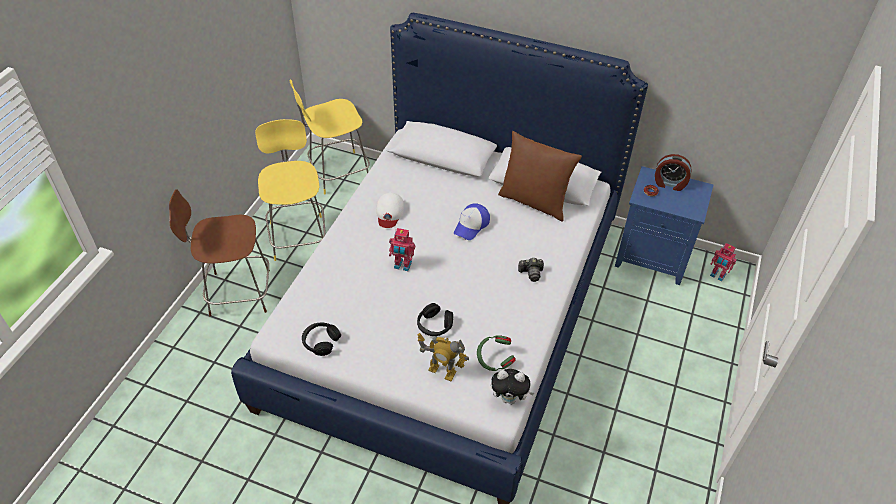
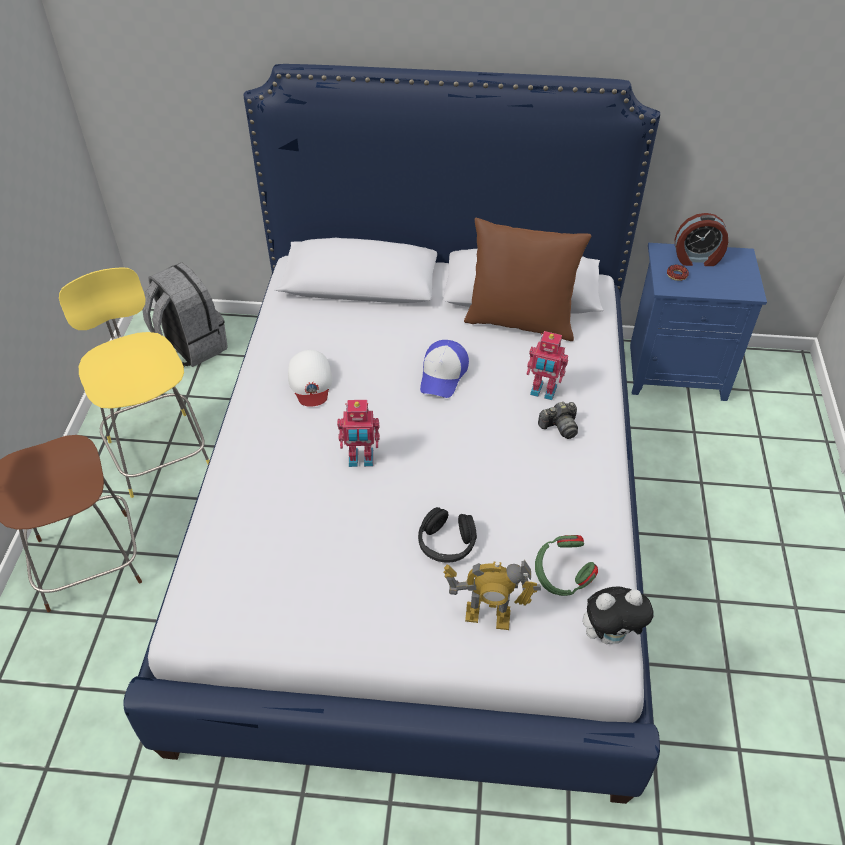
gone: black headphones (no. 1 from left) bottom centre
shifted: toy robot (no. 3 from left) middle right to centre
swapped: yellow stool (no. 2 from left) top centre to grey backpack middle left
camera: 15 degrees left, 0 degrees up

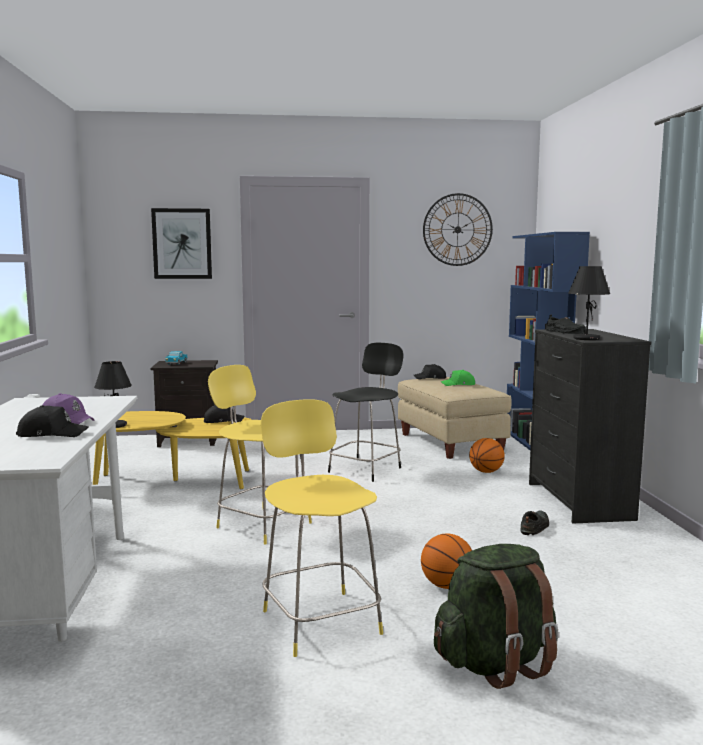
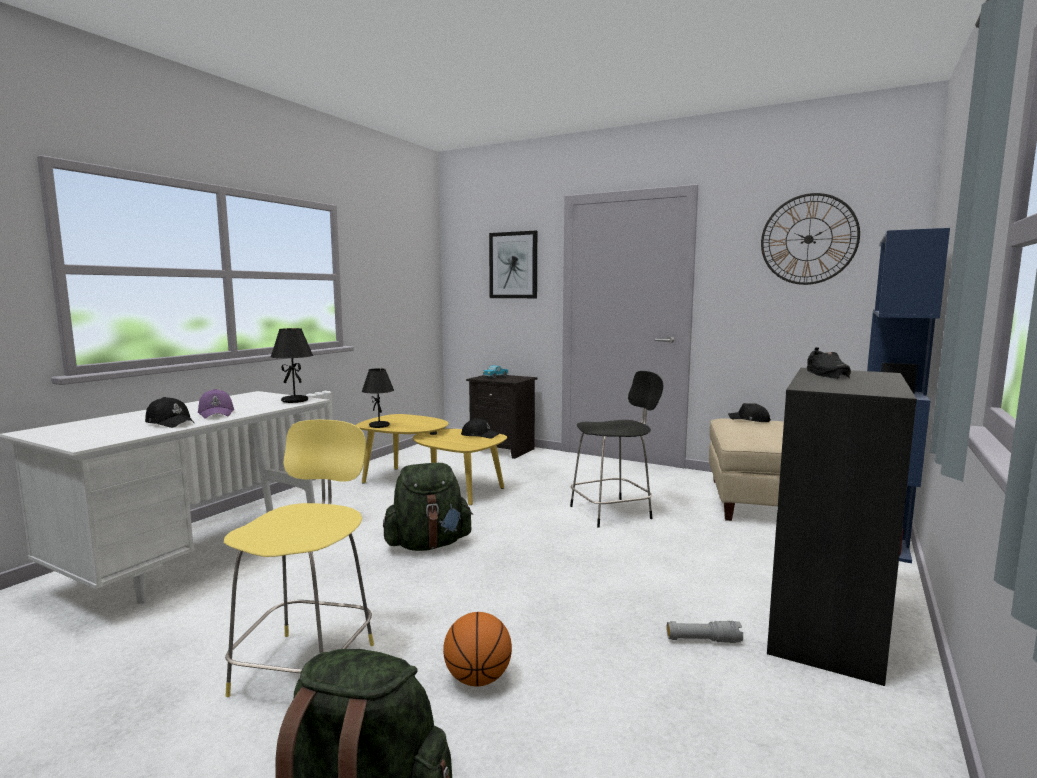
gone: green cap centre; basketball (no. 2 from left) middle right
shifted: black table lamp (no. 2 from left in the first image) middle right to black table lamp (no. 1 from left) middle left
swapped: yellow stool (no. 1 from left) centre to green backpack (no. 2 from left) centre; black shoe (no. 1 from left) bottom right to grey flashlight bottom right
camera: 35 degrees right, 0 degrees up

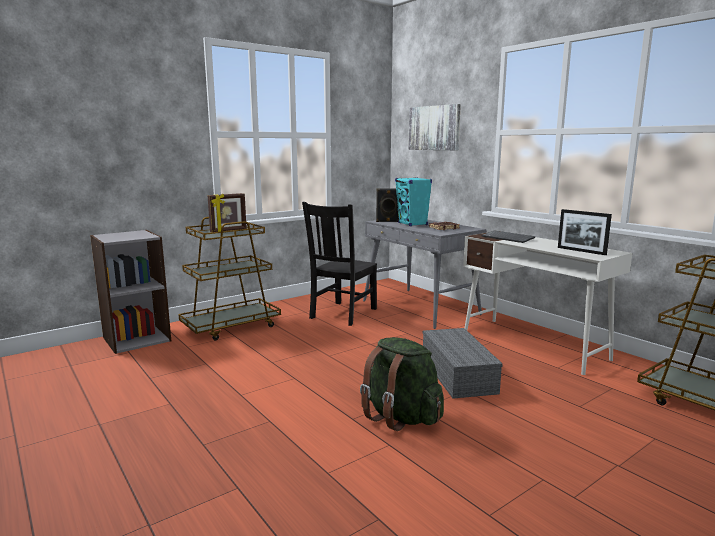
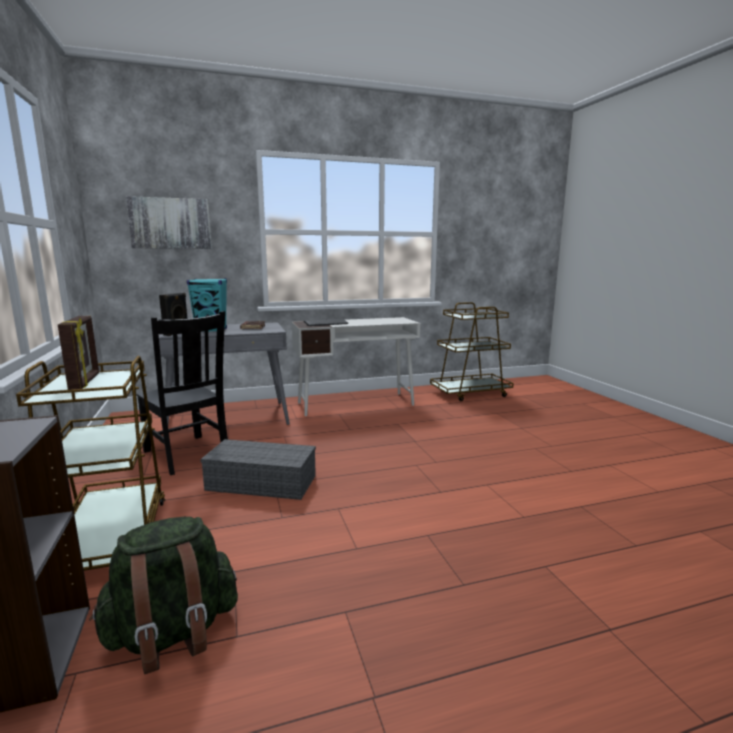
gone: picture frame (no. 2 from left) middle right
shifted: green backpack bottom centre to bottom left; grey storage box bottom centre to centre
camera: 70 degrees left, 0 degrees up

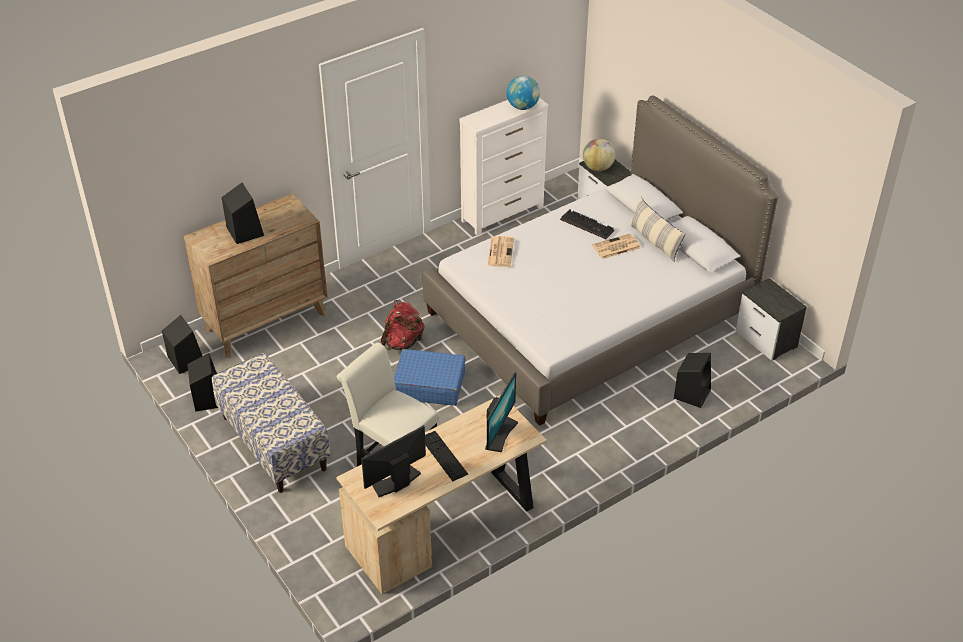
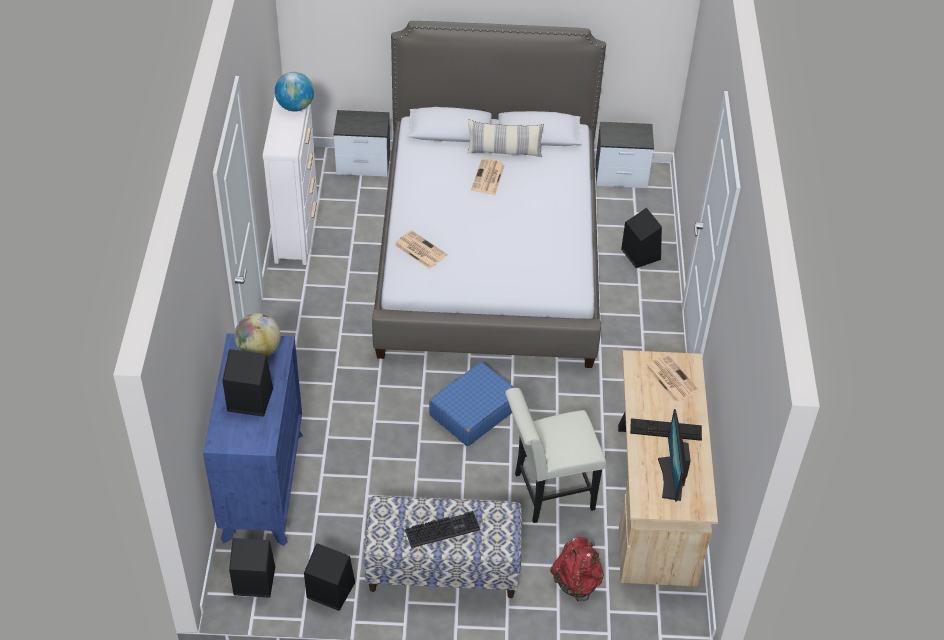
shifted: red backpack centre to bottom centre; keyboard (no. 2 from left in the first image) centre to keyboard (no. 1 from left) bottom centre; globe (no. 2 from left in the first image) top centre to globe (no. 1 from left) middle left
swapped: monitor (no. 2 from left) centre to newspaper (no. 3 from left) middle right
repainted: brown dresser middle left to blue dresser bottom left
camera: 55 degrees left, 5 degrees up

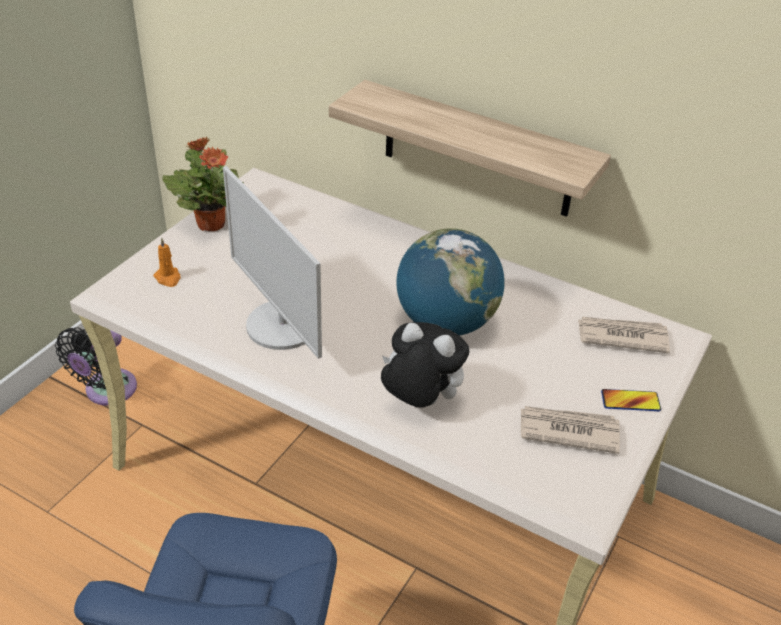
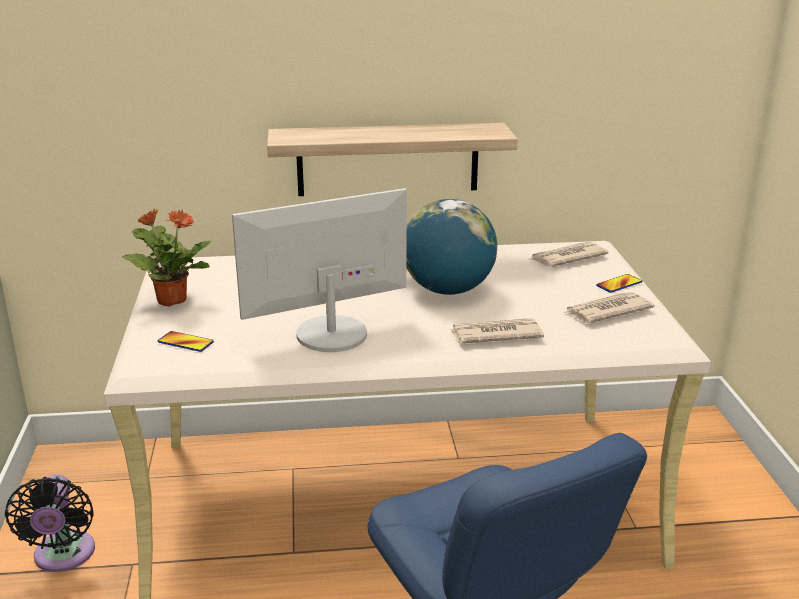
swapped: orange candle middle left to phone (no. 1 from left) middle left; plush toy centre to newspaper (no. 1 from left) centre
rotated: monitor centre = centre 135 degrees clockwise
camera: 35 degrees left, 15 degrees down

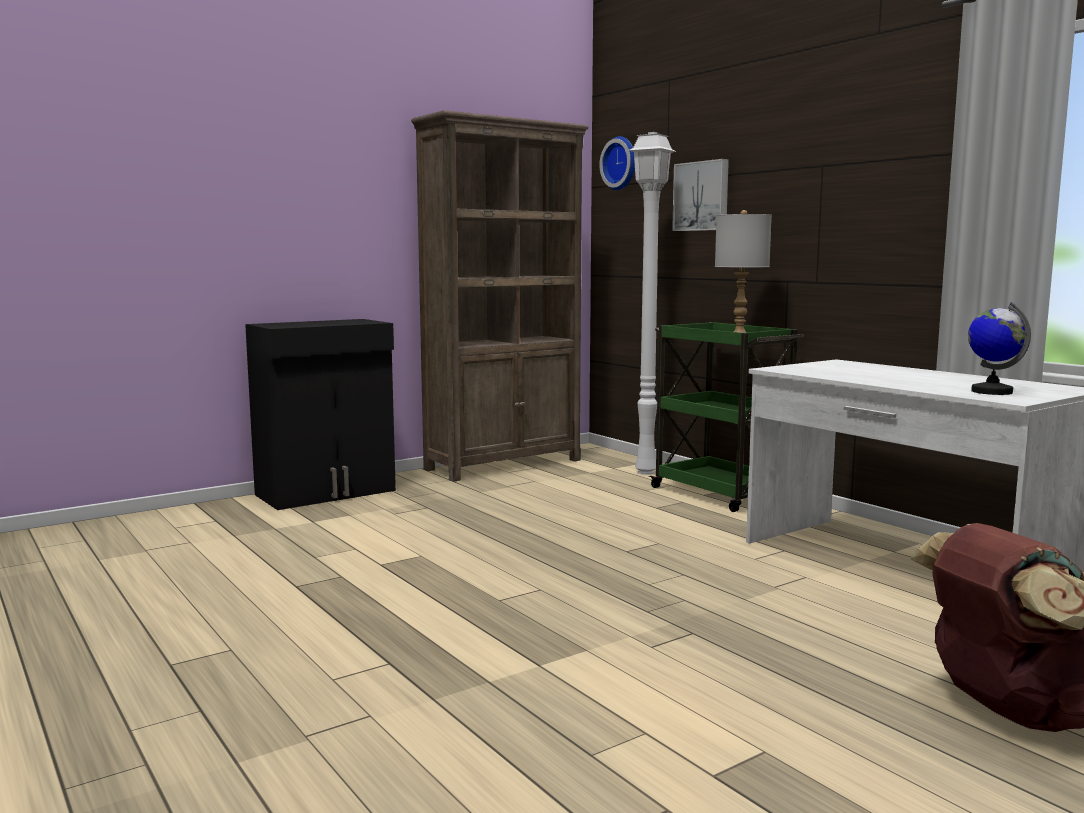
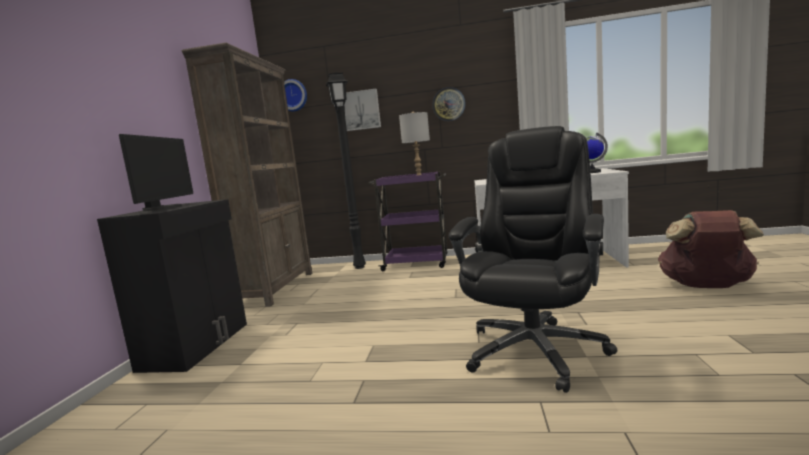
new: monitor middle left; wall clock (no. 2 from left) top centre; black office chair centre
repainted: white floor lamp centre to black floor lamp centre; green cart middle right to purple cart centre
camera: 45 degrees left, 0 degrees up

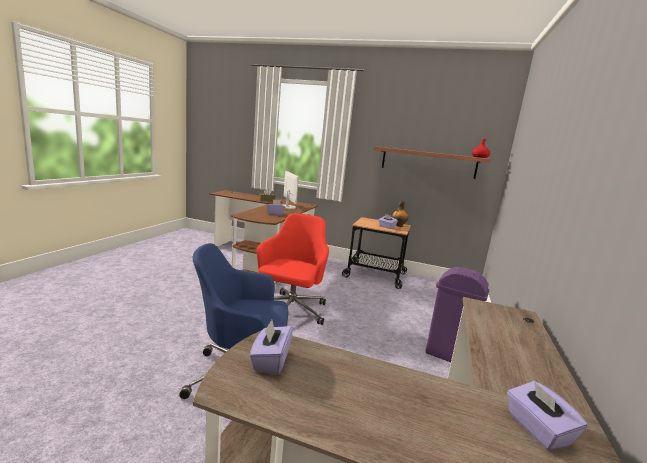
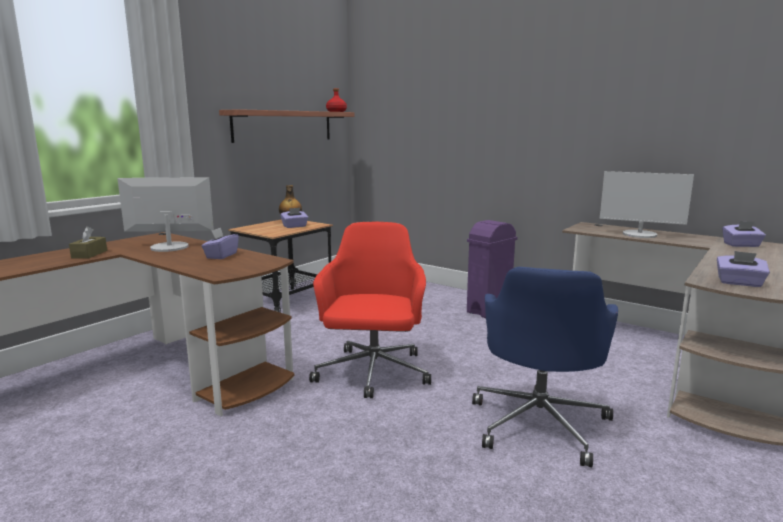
new: monitor (no. 2 from left) middle right
rotated: red office chair centre = centre 60 degrees clockwise
camera: 70 degrees left, 0 degrees up

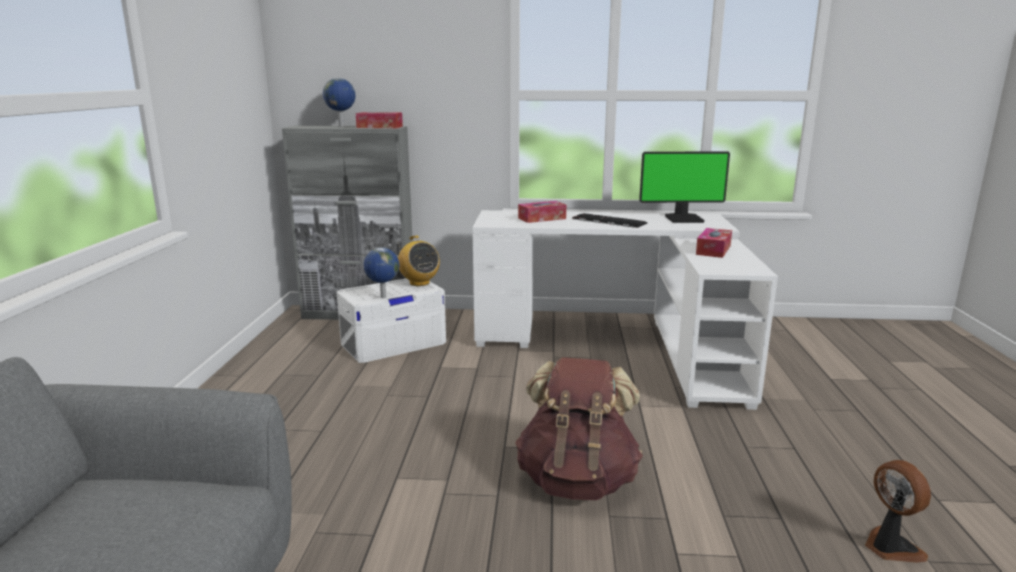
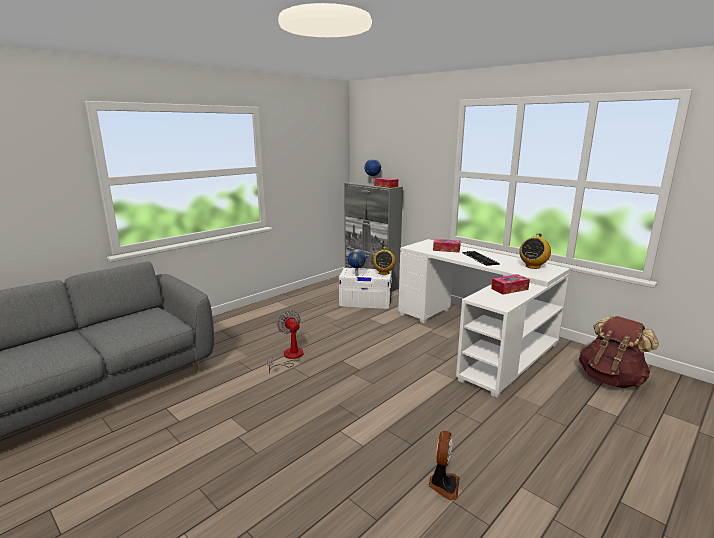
new: fan (no. 1 from left) centre
shifted: brown backpack bottom centre to middle right
swapped: monitor top right to radio (no. 2 from left) middle right
camera: 40 degrees right, 0 degrees up

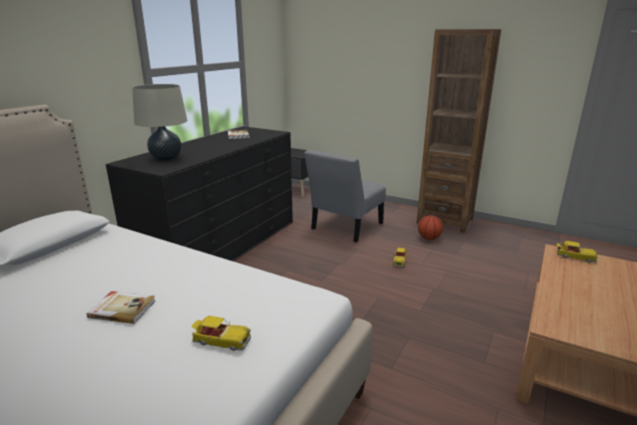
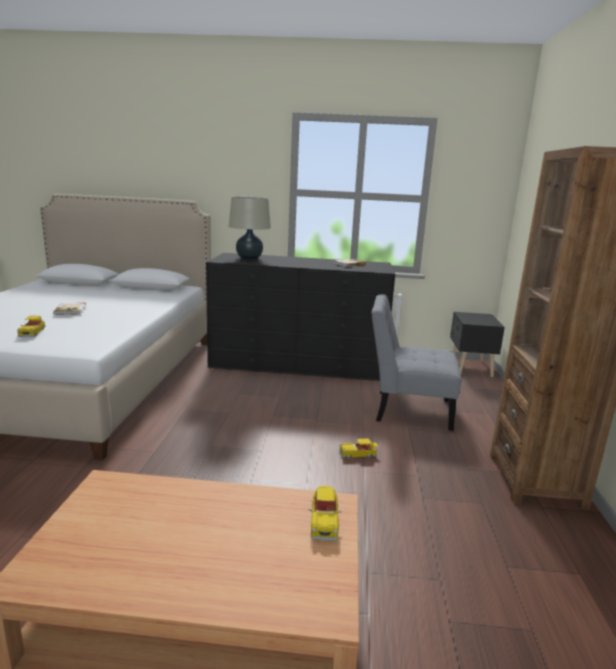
gone: basketball middle right
camera: 65 degrees right, 5 degrees down

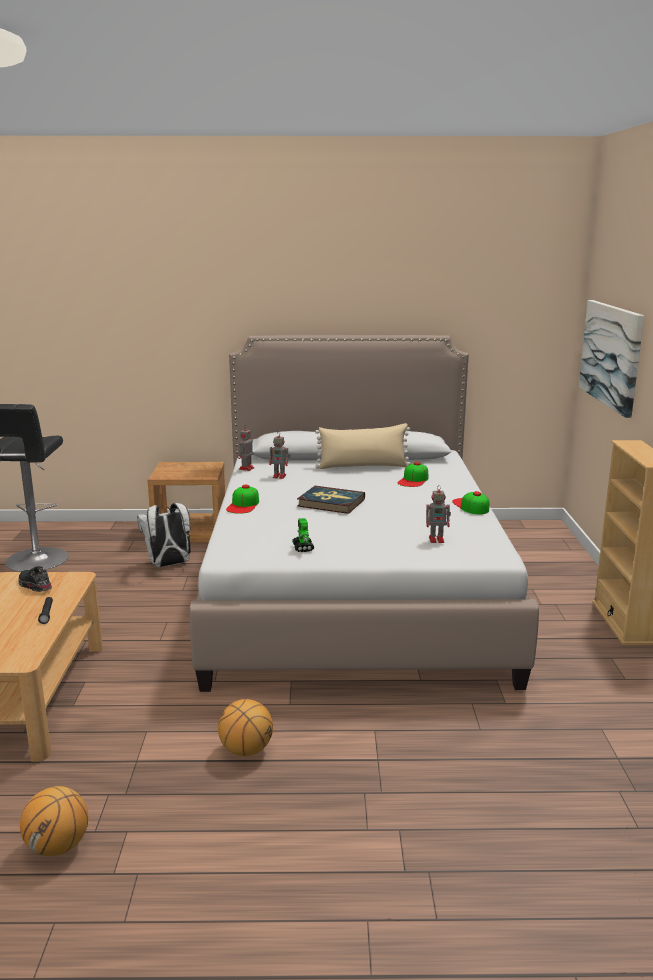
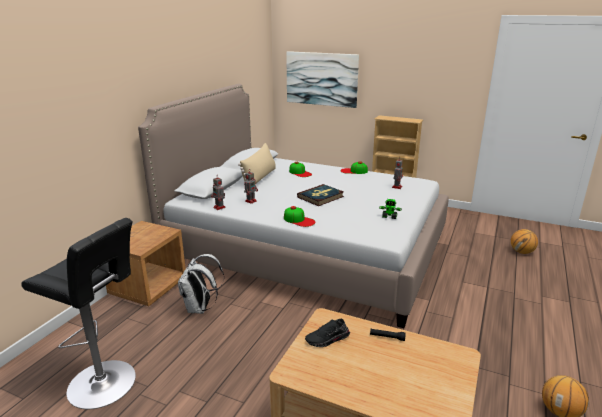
shifted: basketball (no. 2 from left in the first image) bottom centre to basketball (no. 1 from left) middle right
camera: 65 degrees left, 5 degrees up

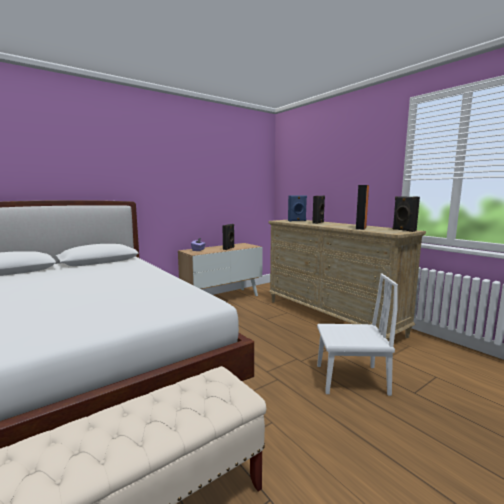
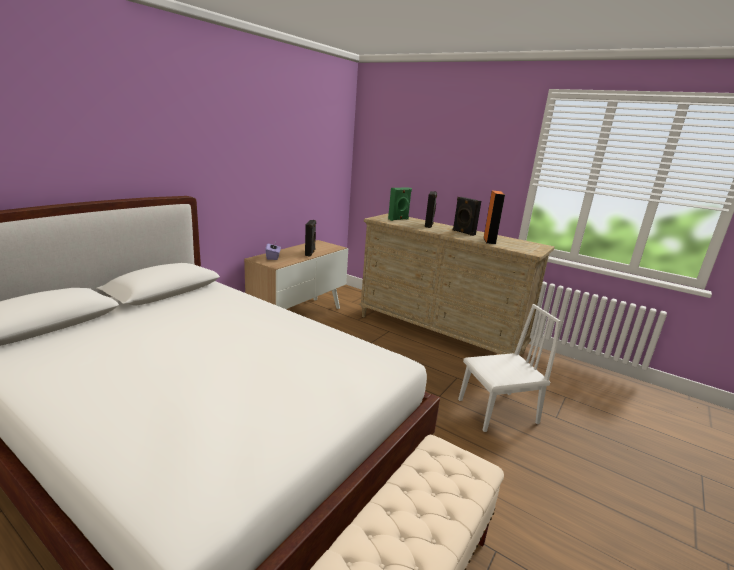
shifted: black speaker (no. 3 from left) middle right to centre
repainted: blue speaker centre to green speaker centre
camera: 20 degrees left, 10 degrees up

